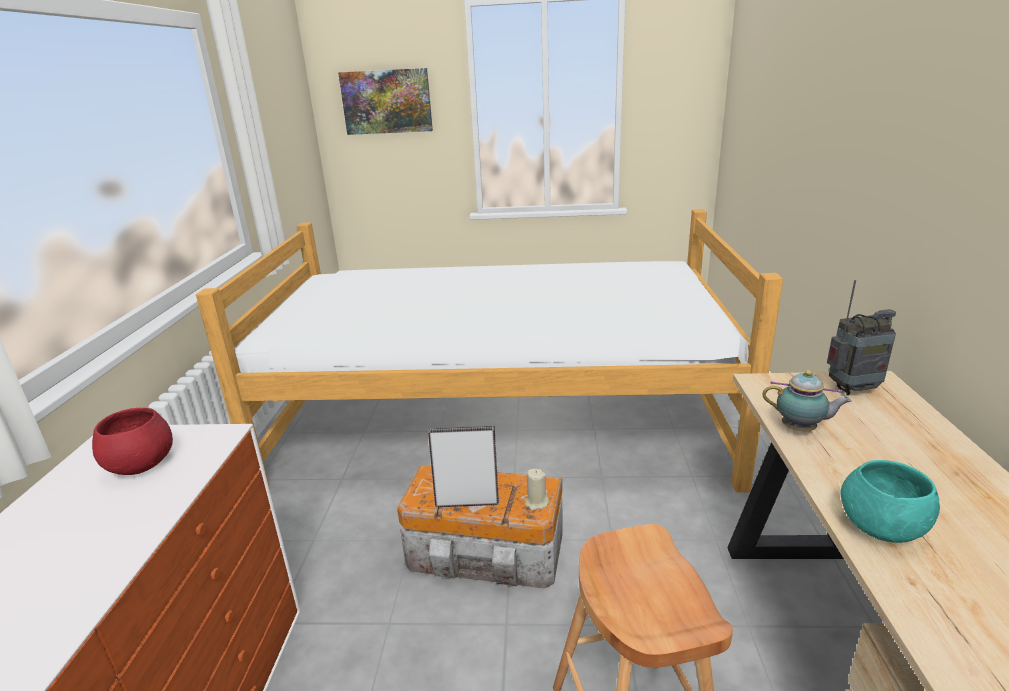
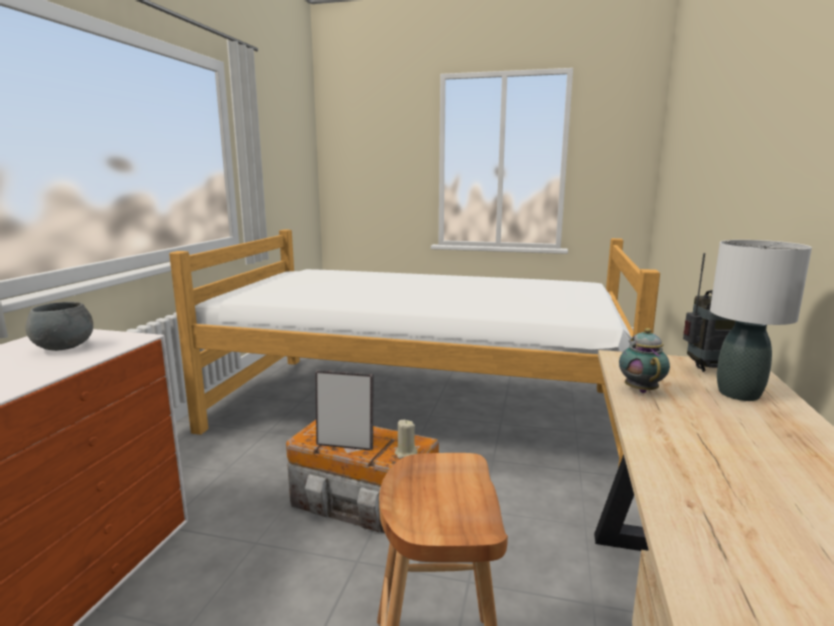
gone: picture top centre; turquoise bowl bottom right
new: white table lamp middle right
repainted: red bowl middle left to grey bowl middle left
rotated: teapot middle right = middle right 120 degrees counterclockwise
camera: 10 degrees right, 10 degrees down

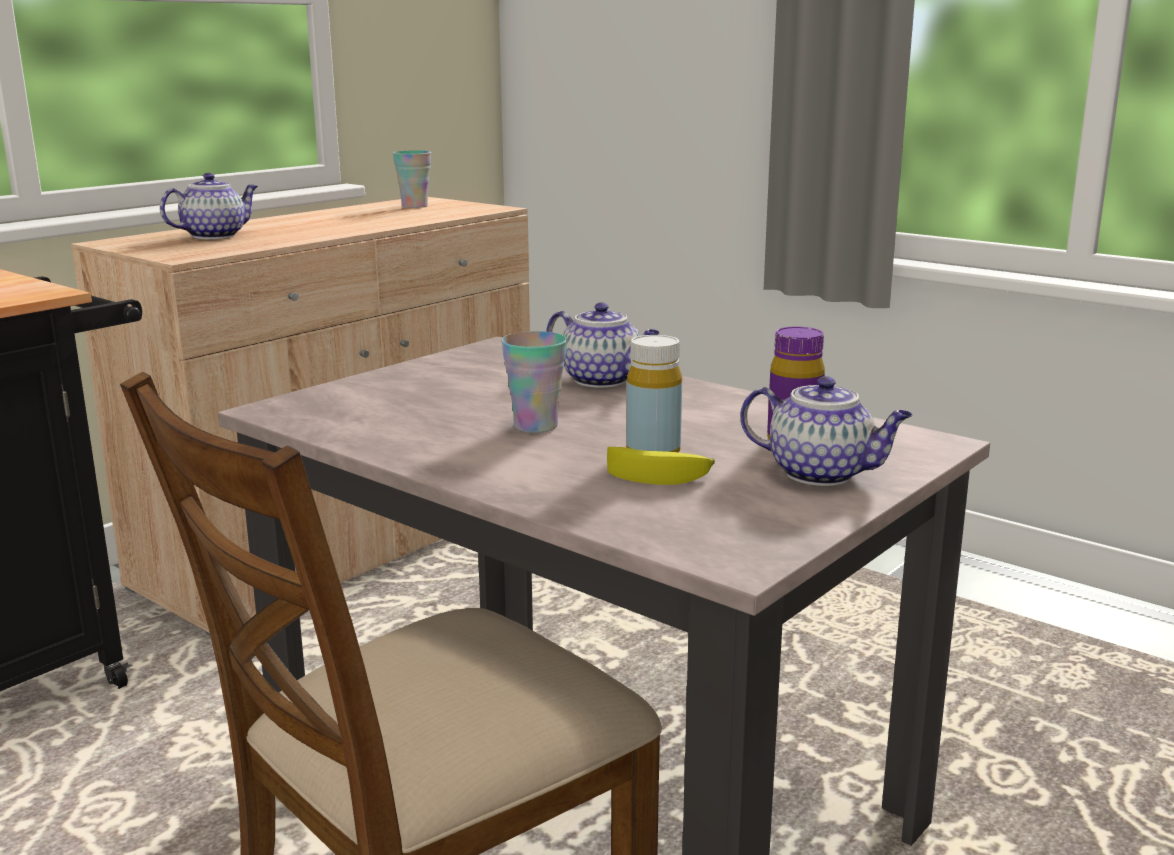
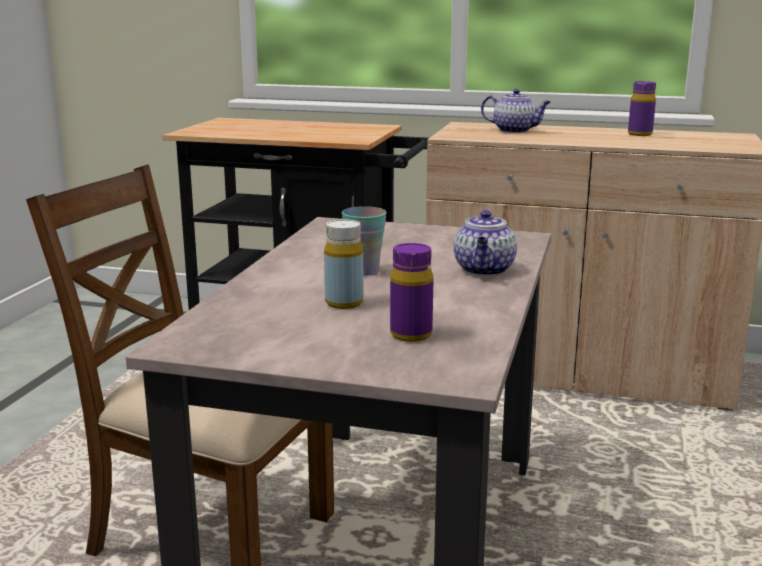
gone: cup (no. 1 from left) top centre; banana centre; teapot (no. 3 from left) middle right
new: purple bottle (no. 2 from left) top right
camera: 65 degrees right, 0 degrees up

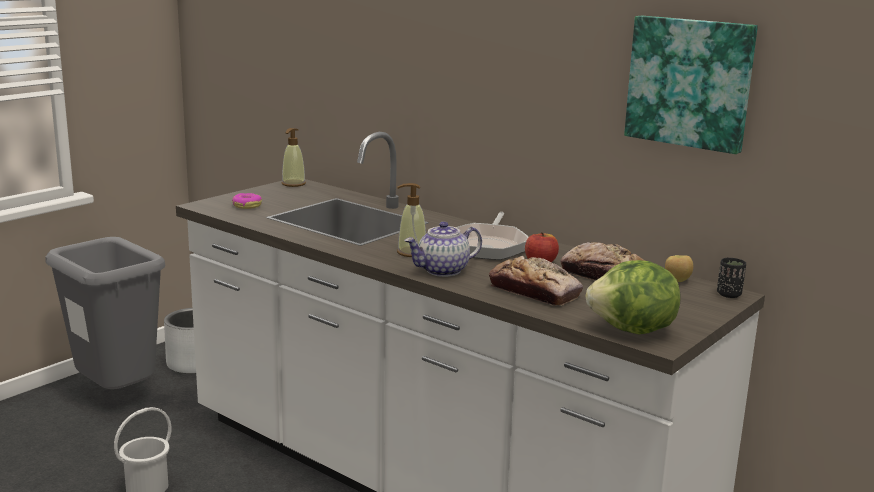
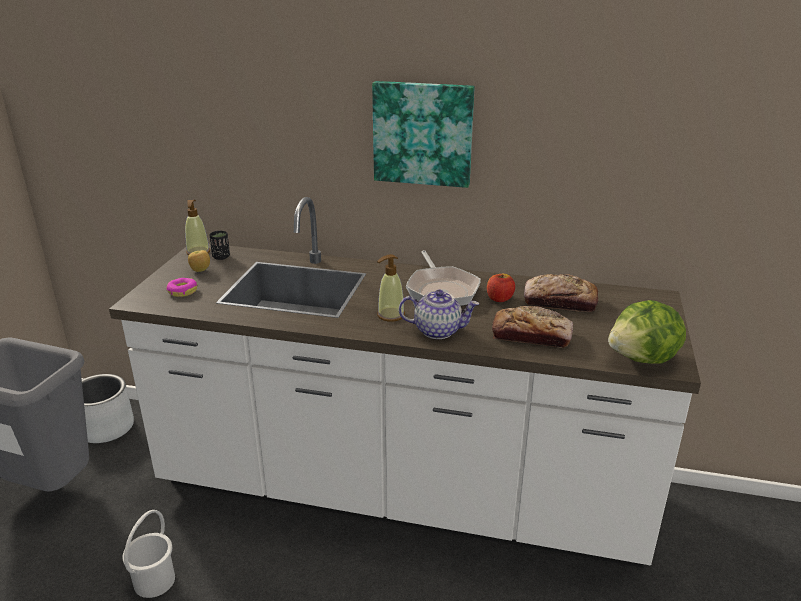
shifted: picture top right to top centre; apple (no. 2 from left in the first image) middle right to apple (no. 1 from left) middle left; black cup middle right to middle left
rotated: teapot centre = centre 120 degrees counterclockwise
camera: 25 degrees left, 10 degrees up

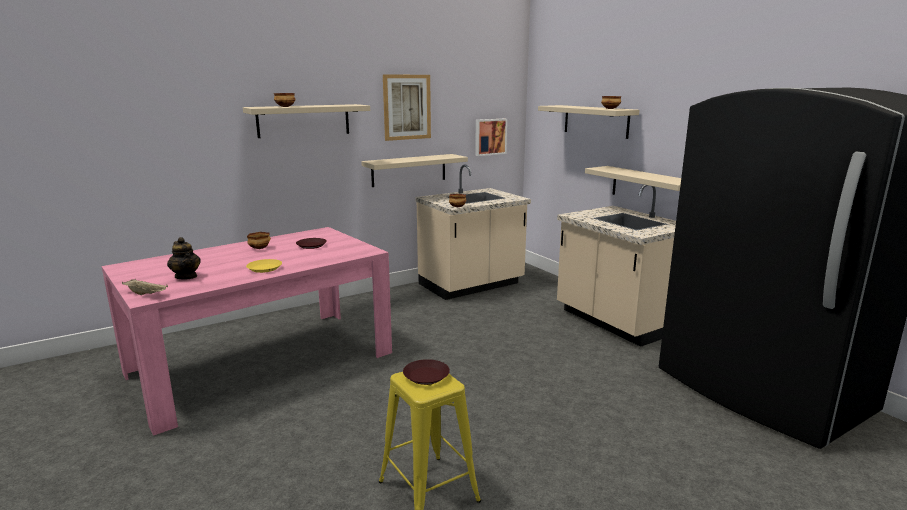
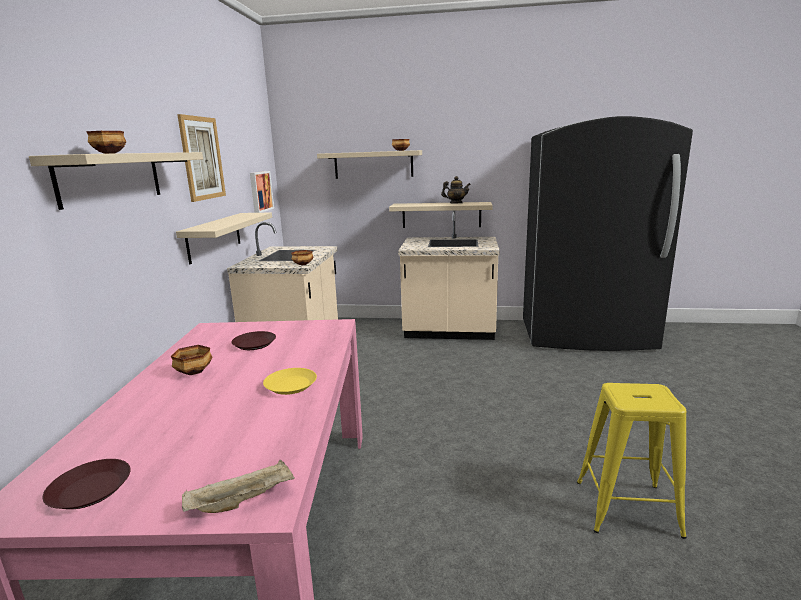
shifted: teapot middle left to top centre; brown plate (no. 2 from left in the first image) bottom centre to brown plate (no. 1 from left) bottom left
camera: 50 degrees left, 0 degrees up

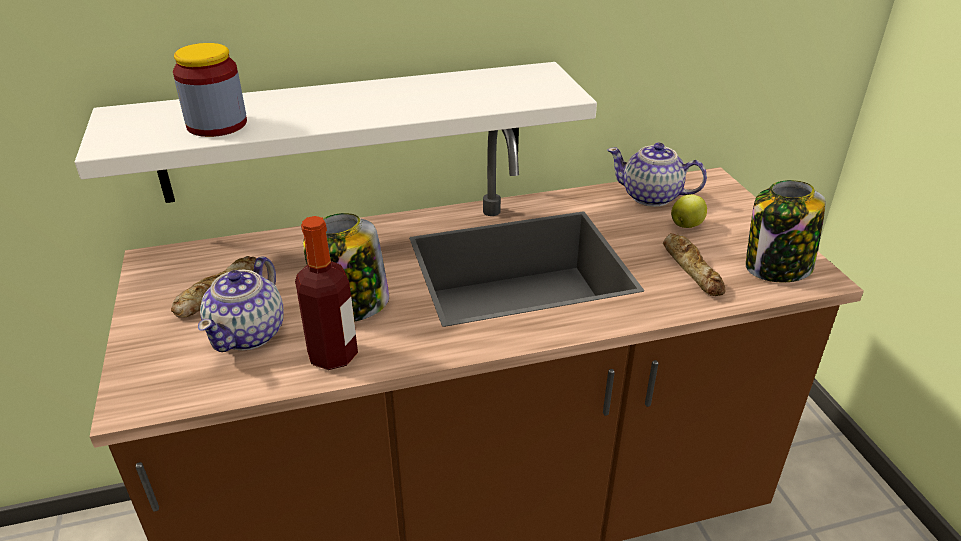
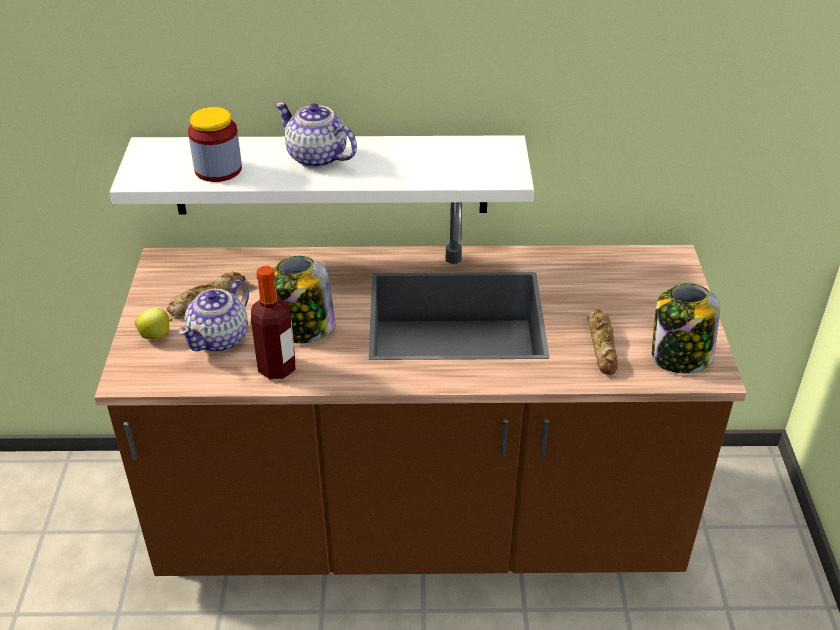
shifted: teapot (no. 2 from left) top right to top centre; apple middle right to middle left
camera: 15 degrees right, 5 degrees up

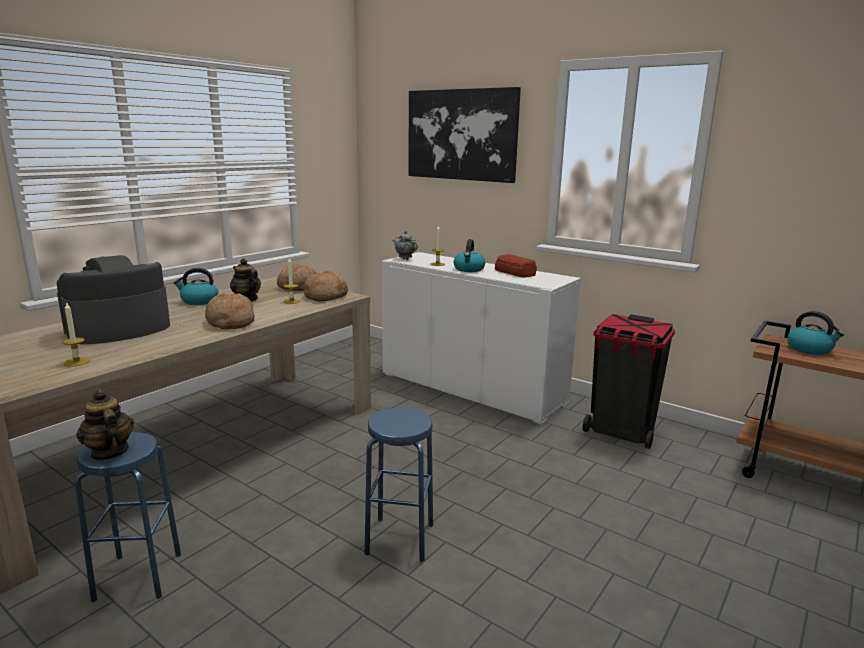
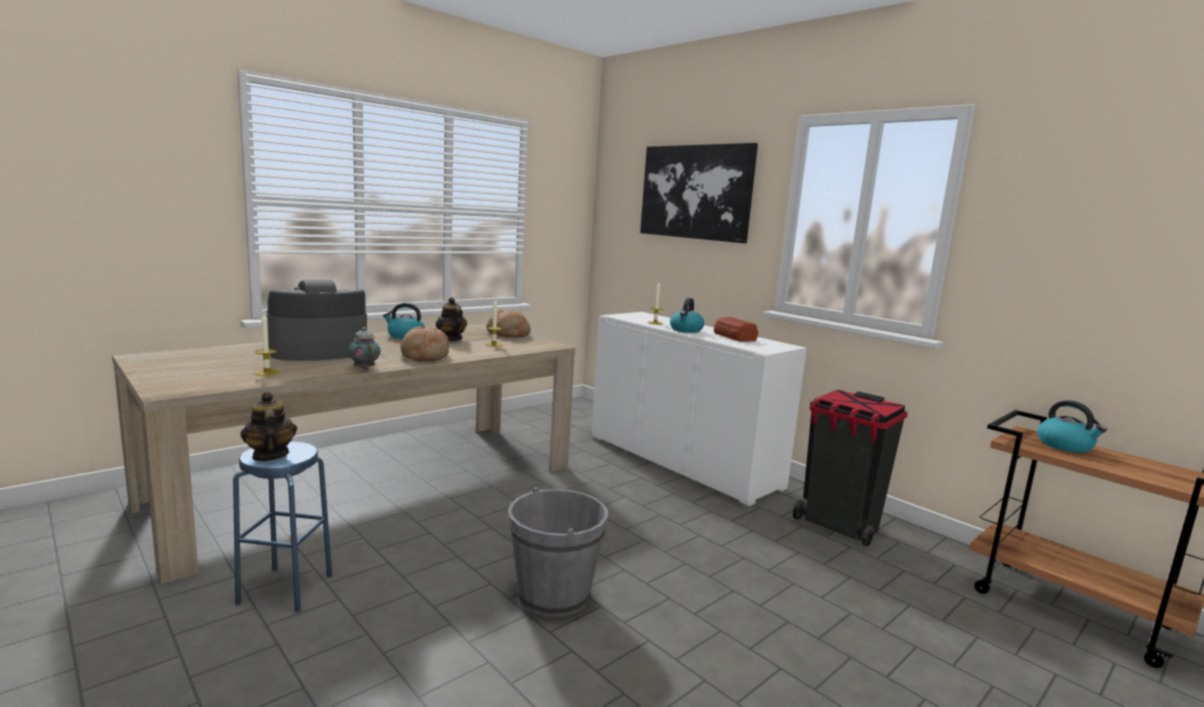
gone: bread (no. 3 from left) centre
shifted: teapot (no. 3 from left in the first image) centre to teapot (no. 2 from left) middle left
swapped: blue stool (no. 2 from left) bottom centre to grey bucket bottom centre
camera: 10 degrees right, 5 degrees down

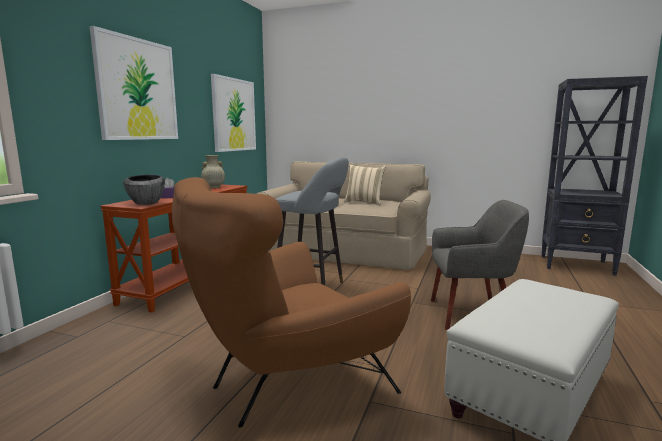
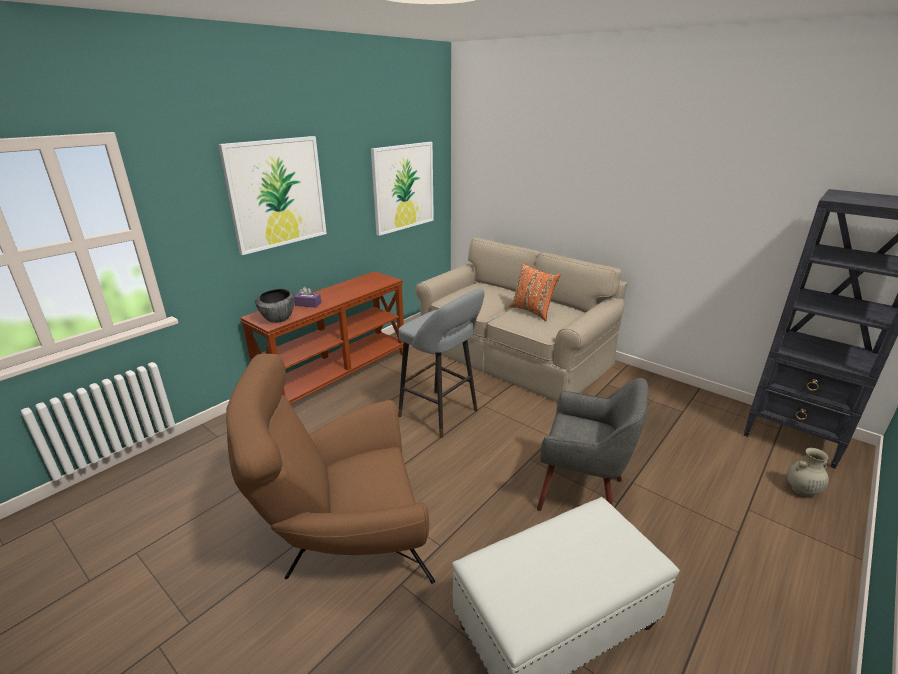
shifted: beige vase middle left to bottom right
repainted: beige pillow centre to orange pillow centre
camera: 20 degrees right, 15 degrees up

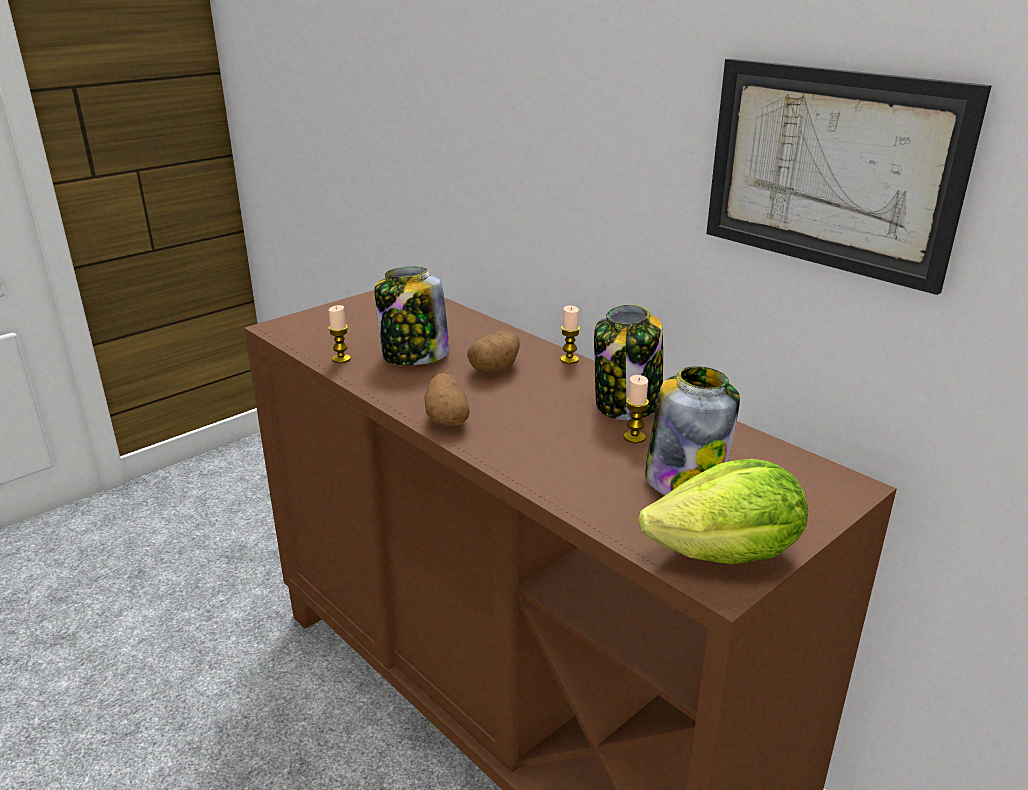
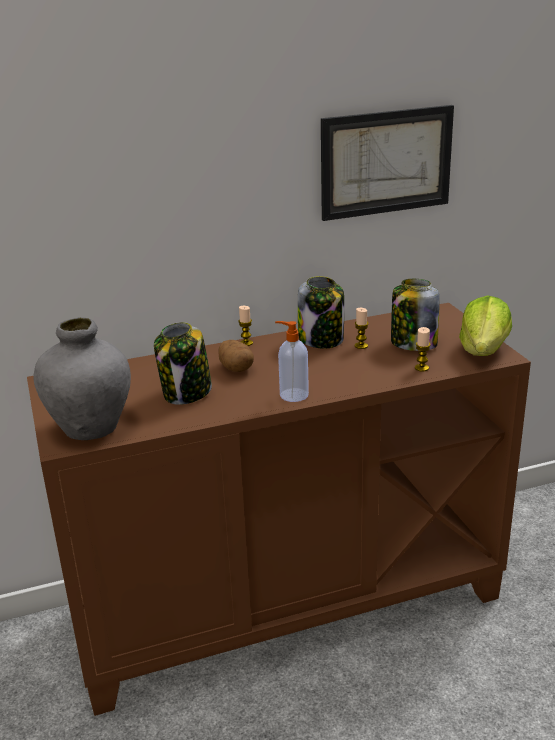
new: grey vase middle left
shifted: candle (no. 1 from left in the first image) middle left to candle (no. 3 from left) middle right
swapped: potato (no. 1 from left) centre to soap dispenser centre
camera: 65 degrees left, 0 degrees up

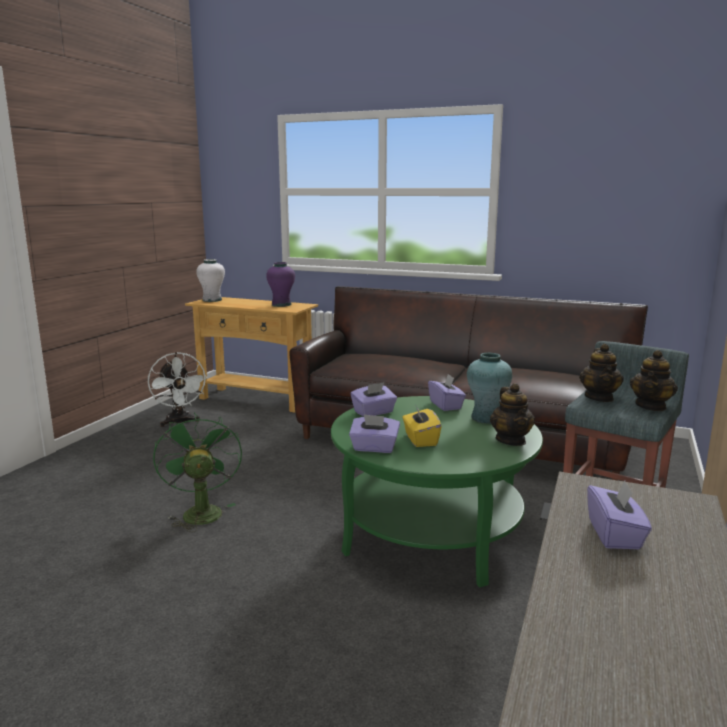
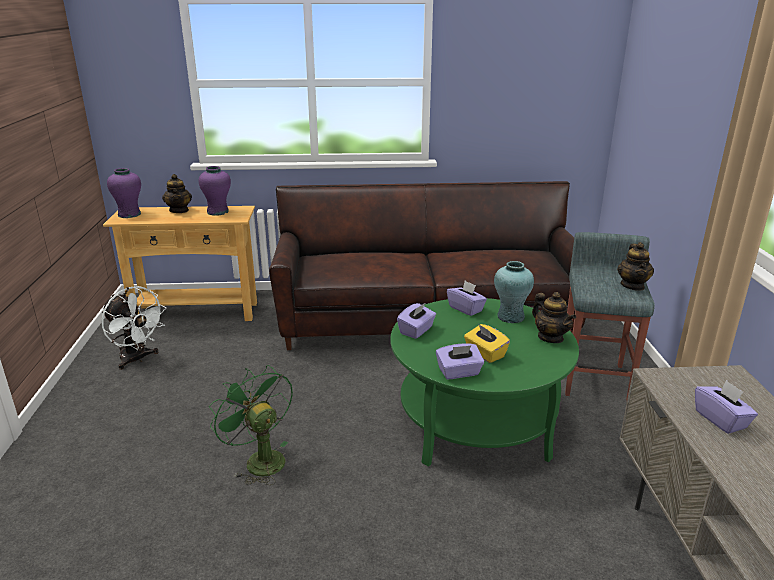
shifted: teapot (no. 2 from left in the first image) middle right to teapot (no. 1 from left) top left
repainted: white vase middle left to purple vase (no. 1 from left) top left
camera: 25 degrees left, 10 degrees up

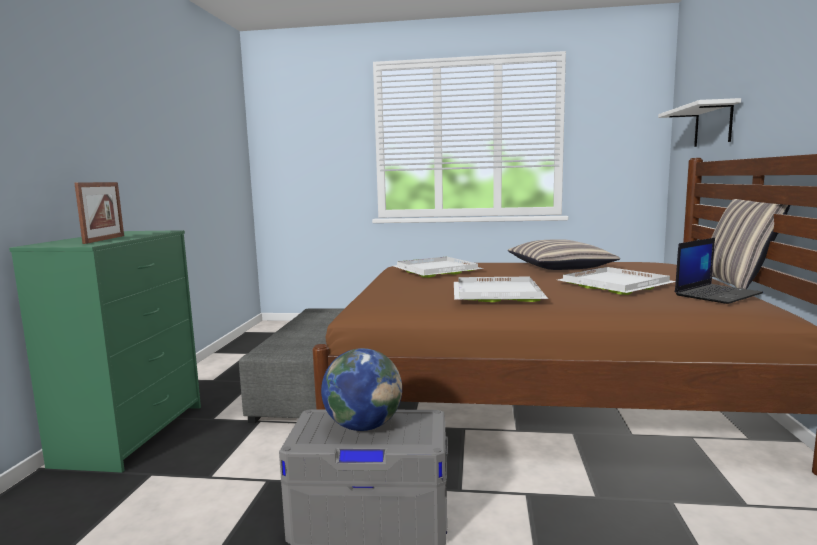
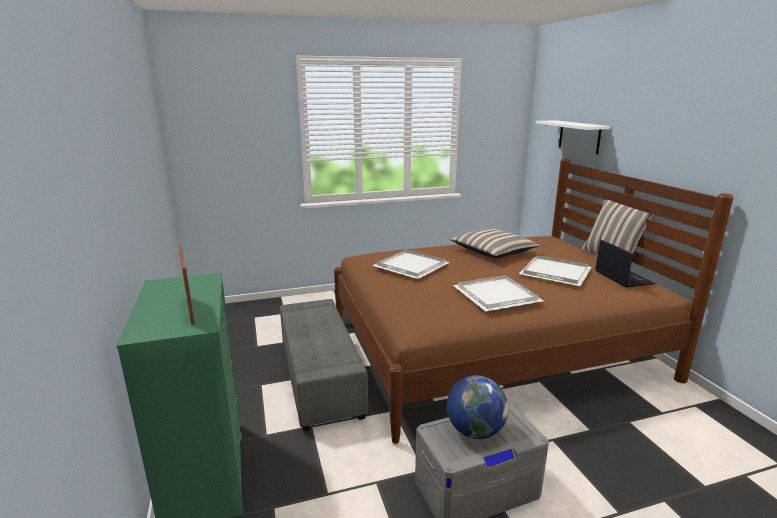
rotated: laptop middle right = middle right 45 degrees counterclockwise
camera: 25 degrees left, 10 degrees up

